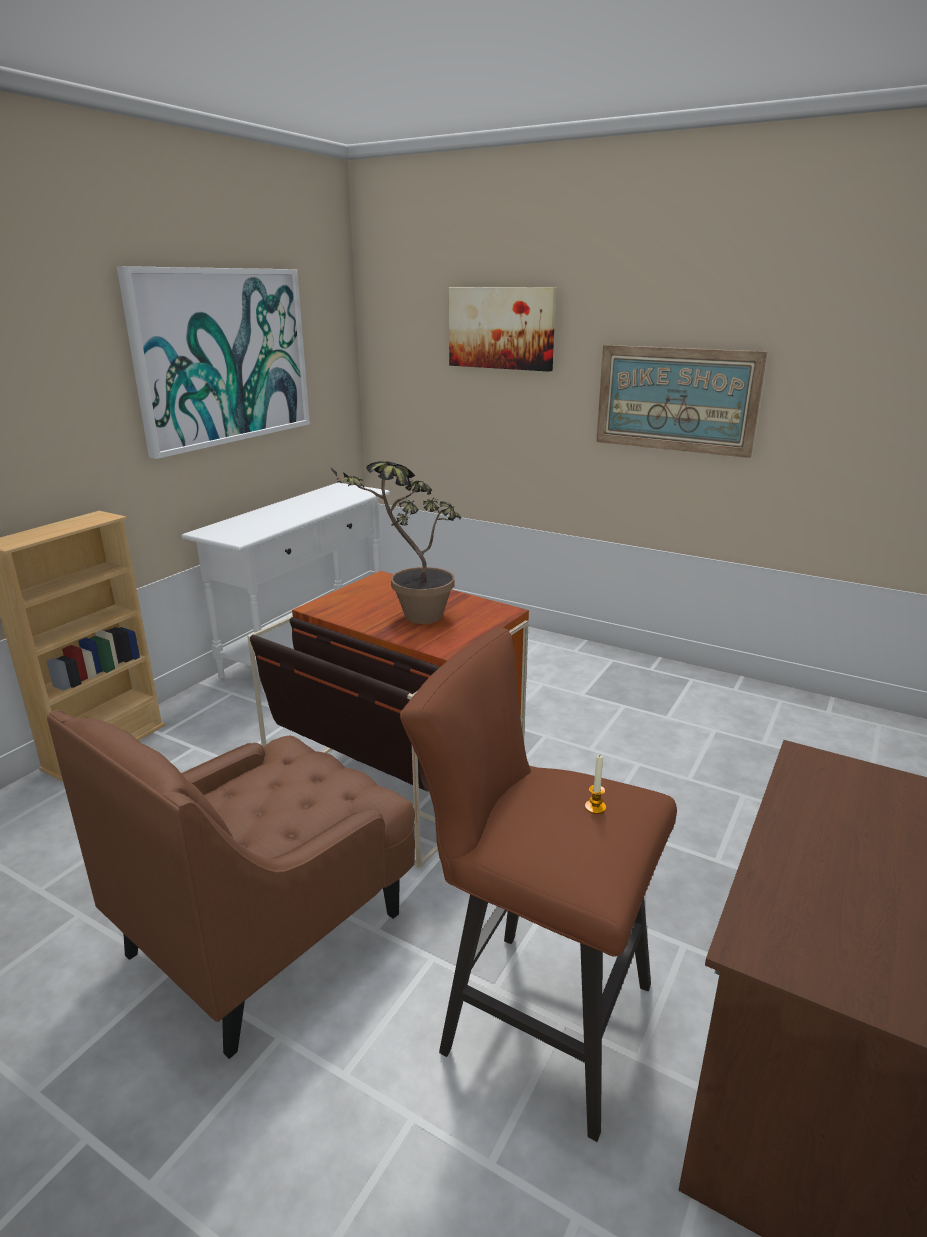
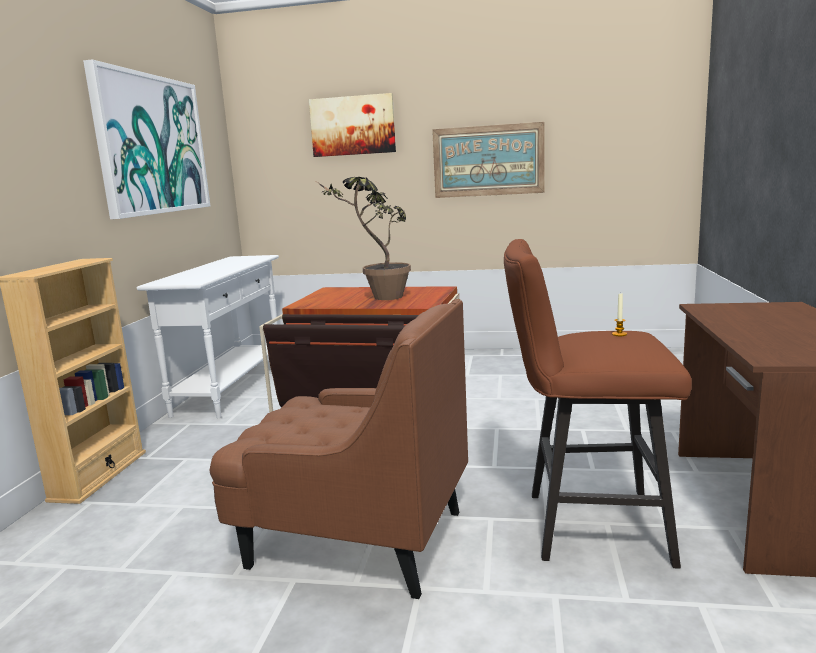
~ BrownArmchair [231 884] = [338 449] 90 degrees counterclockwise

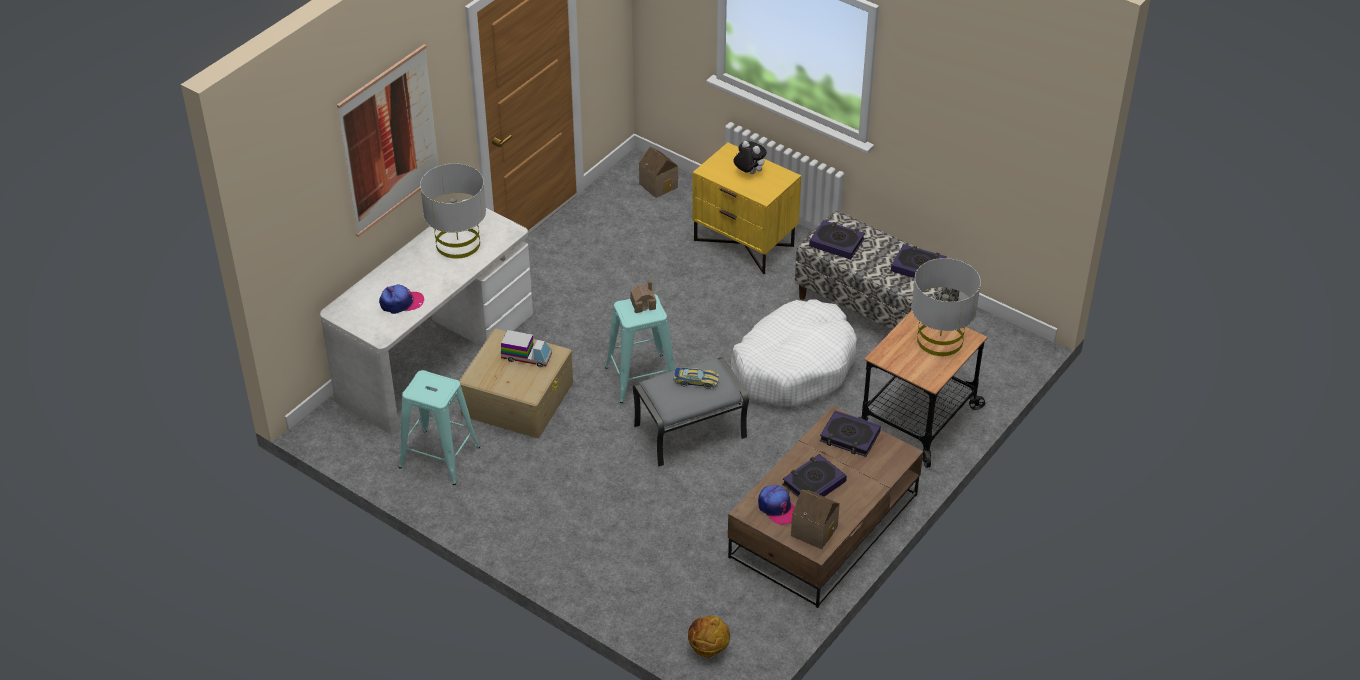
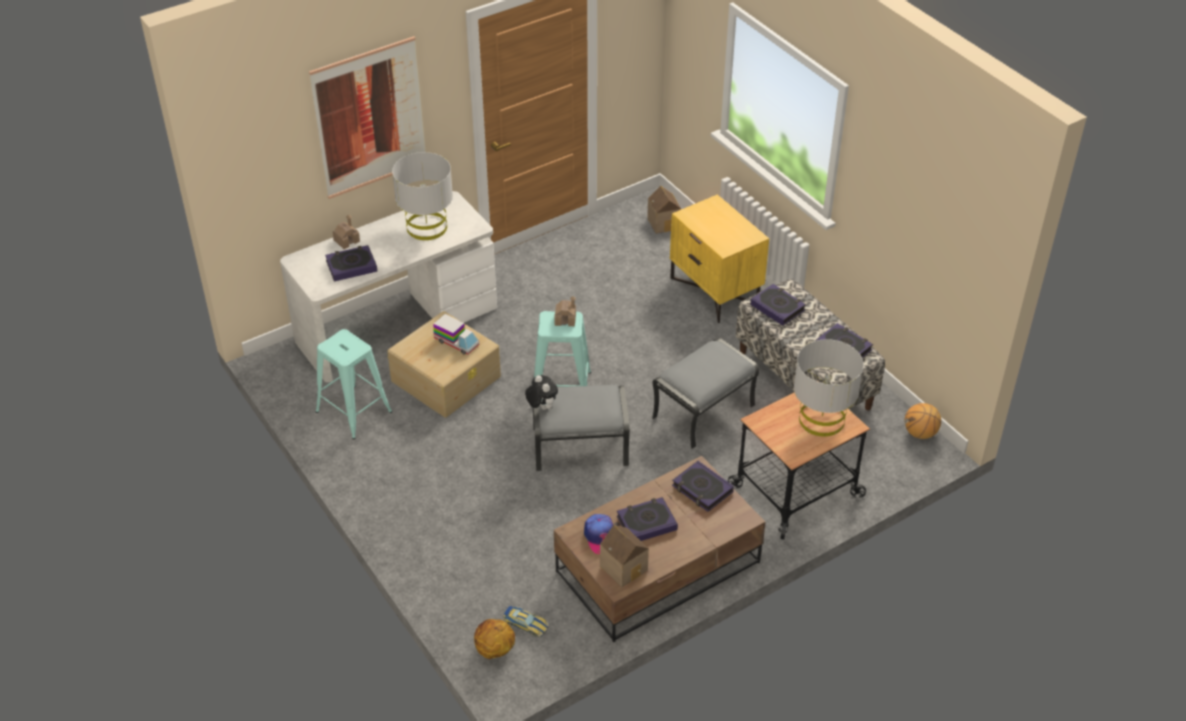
~ Cap [401 299] to Book [351 263]
~ ToyCar [696 378] to [526 621]
~ WhiteDogBed [794 353] to GreyOttoman [706 393]
~ PlushToy [750 157] to [541 392]
+ ToyHouse [346 231]
+ Basketball [923 421]

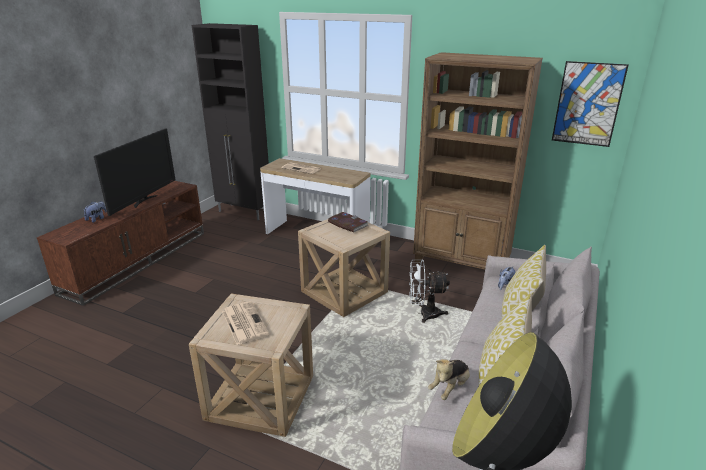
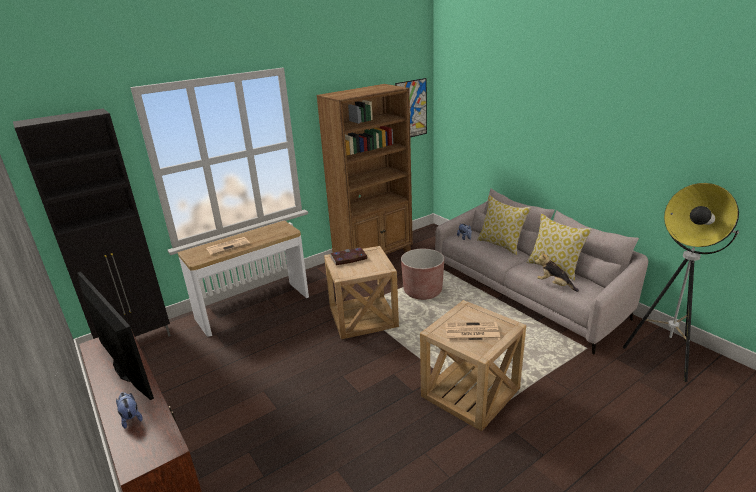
~ WhiteFan [429 291] to BrownPlanter [422 274]
~ PlushToy [449 379] = [557 271] 150 degrees clockwise

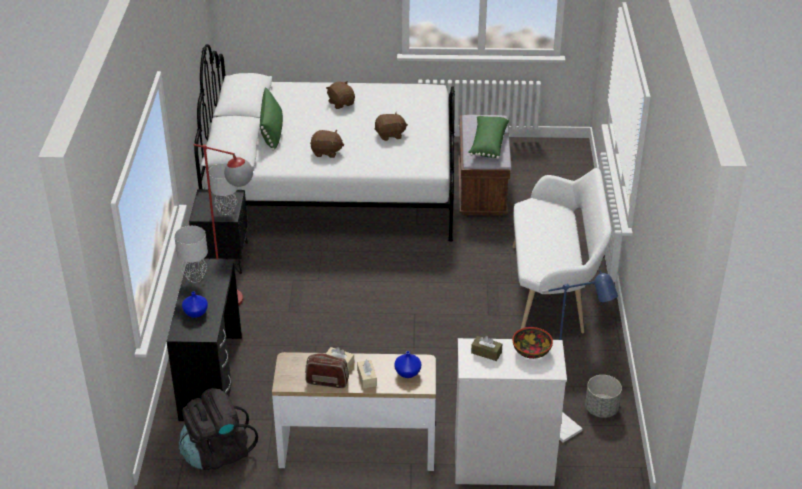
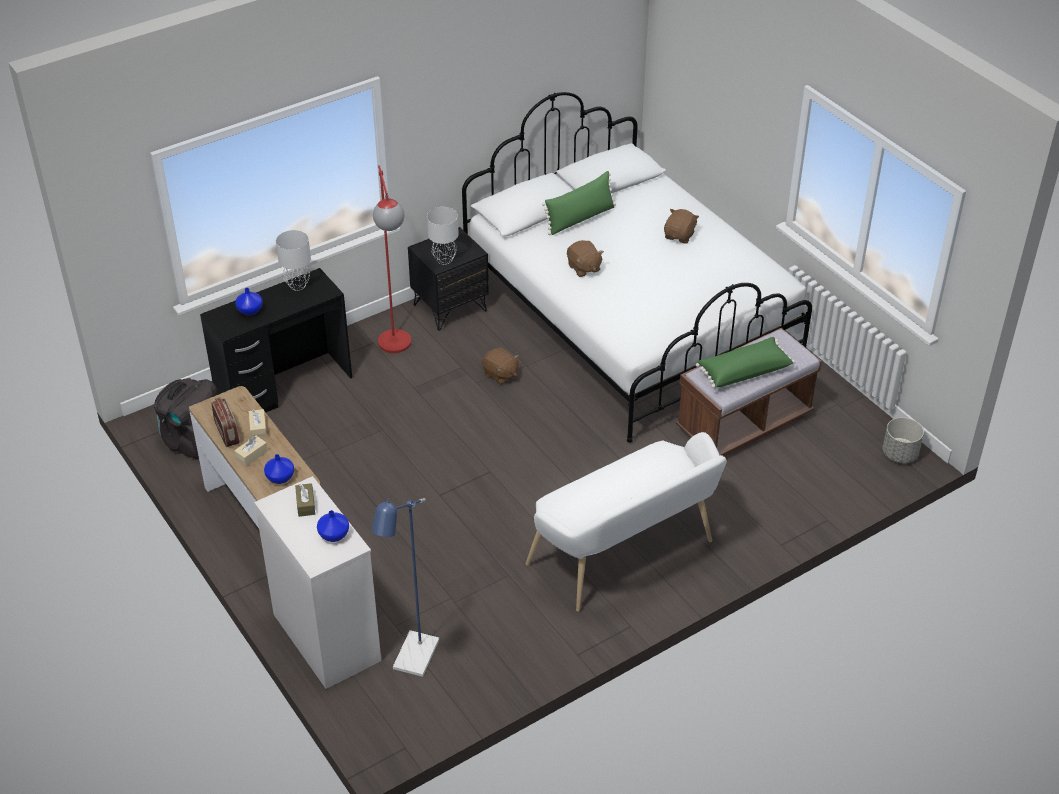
~ BrownPlushToy [391 126] to [500 366]
~ Bowl [532 343] to BlueVase [333 526]
~ GreyPlanter [603 396] to [903 440]

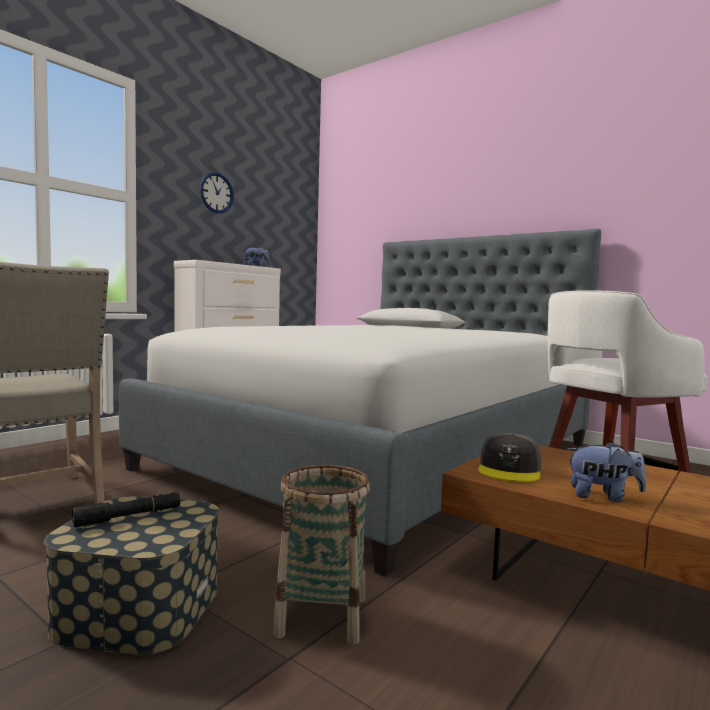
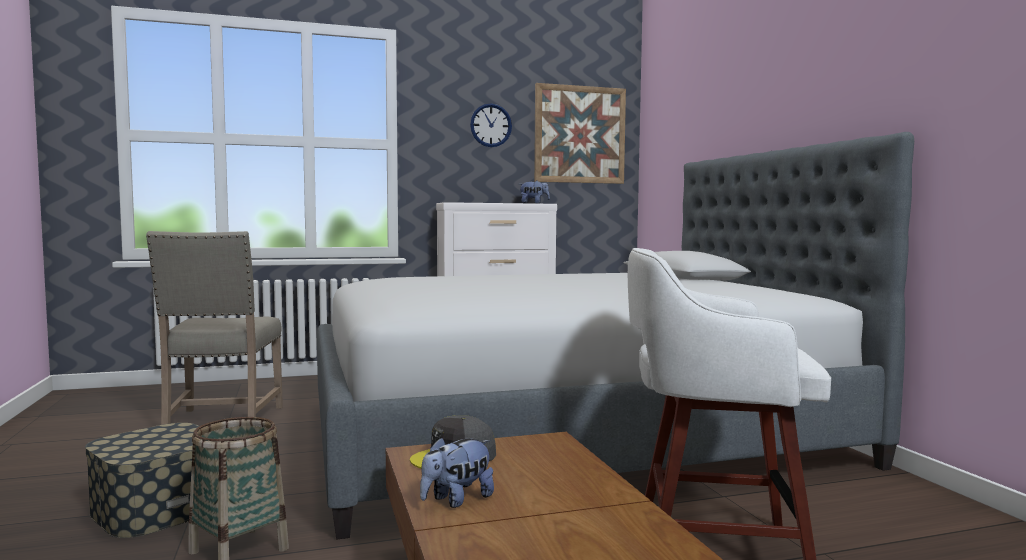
- BlackFlashlight [126 510]
~ PlushToy [606 471] = [457 472] 90 degrees clockwise
+ Picture [580 133]

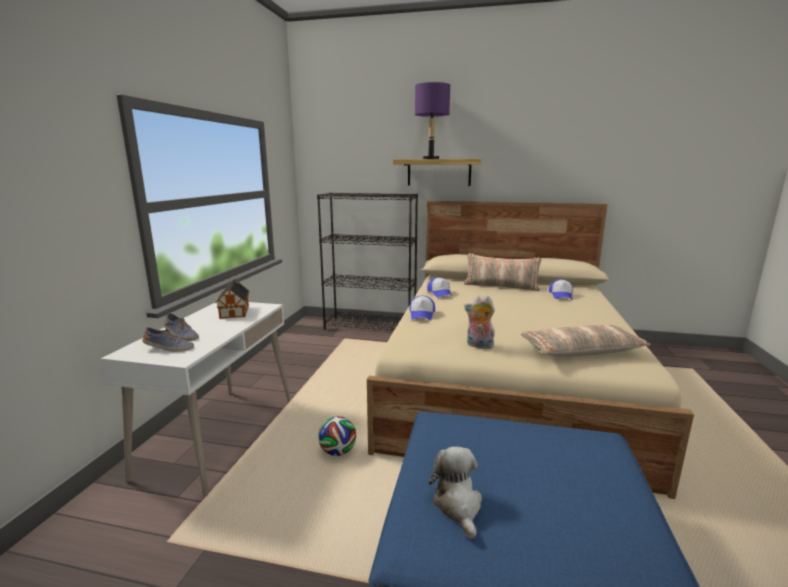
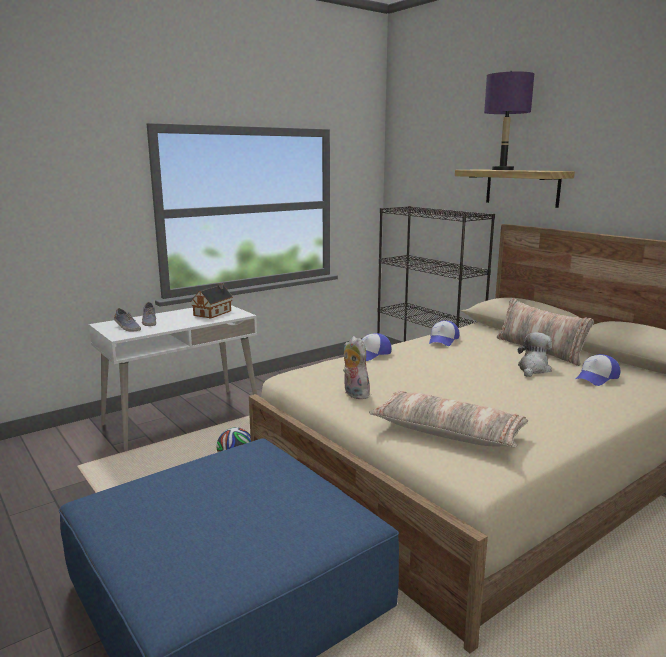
~ PlushToy [455 492] to [535 354]

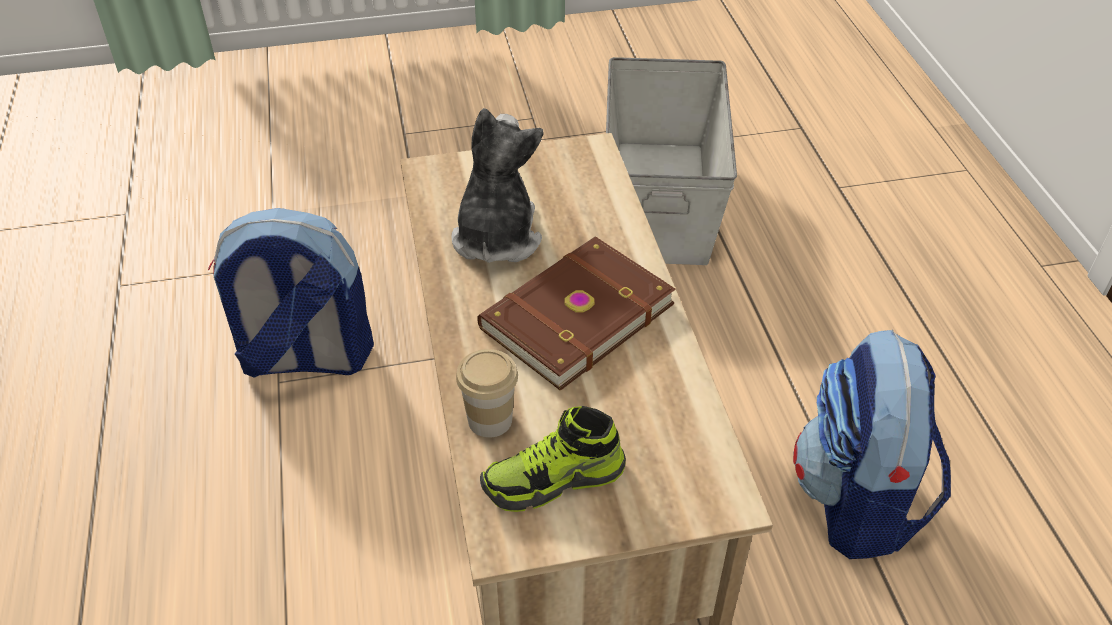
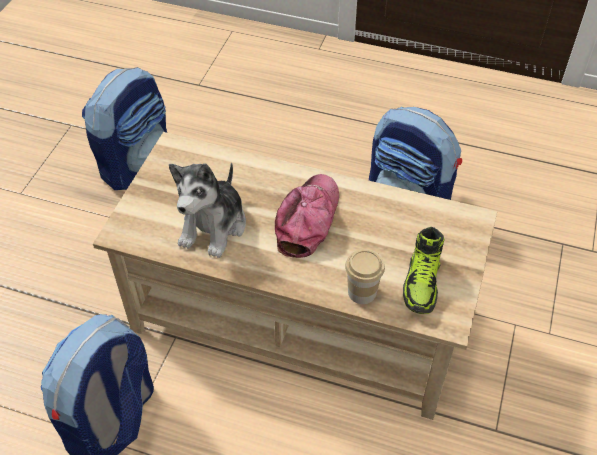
~ PlushToy [497 185] = [207 210] 105 degrees counterclockwise
~ BrownBook [576 314] to Cap [307 216]
~ GreyStorageBox [671 161] to Backpack [124 128]

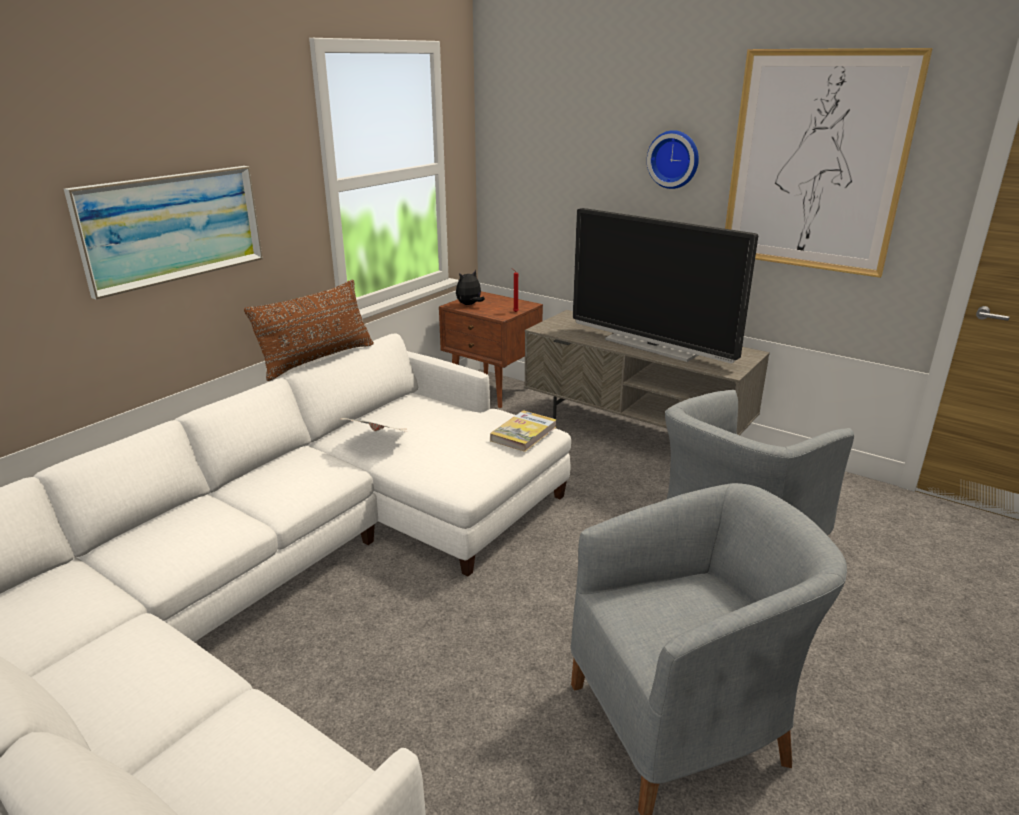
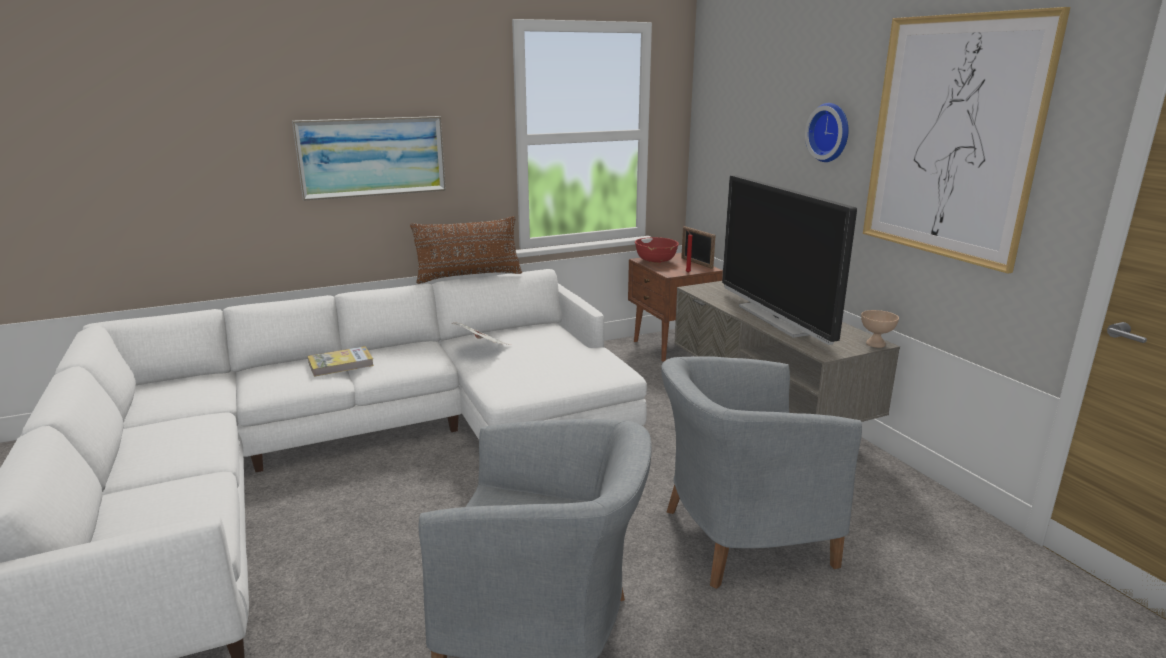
~ PlushToy [470 287] to RedBowl [657 250]
~ Book [523 431] to [341 361]
+ PictureFrame [698 247]
+ BeigeBowl [880 329]

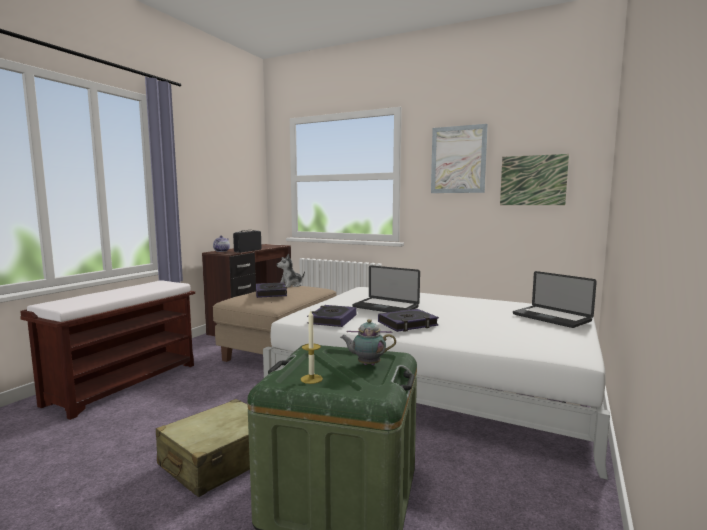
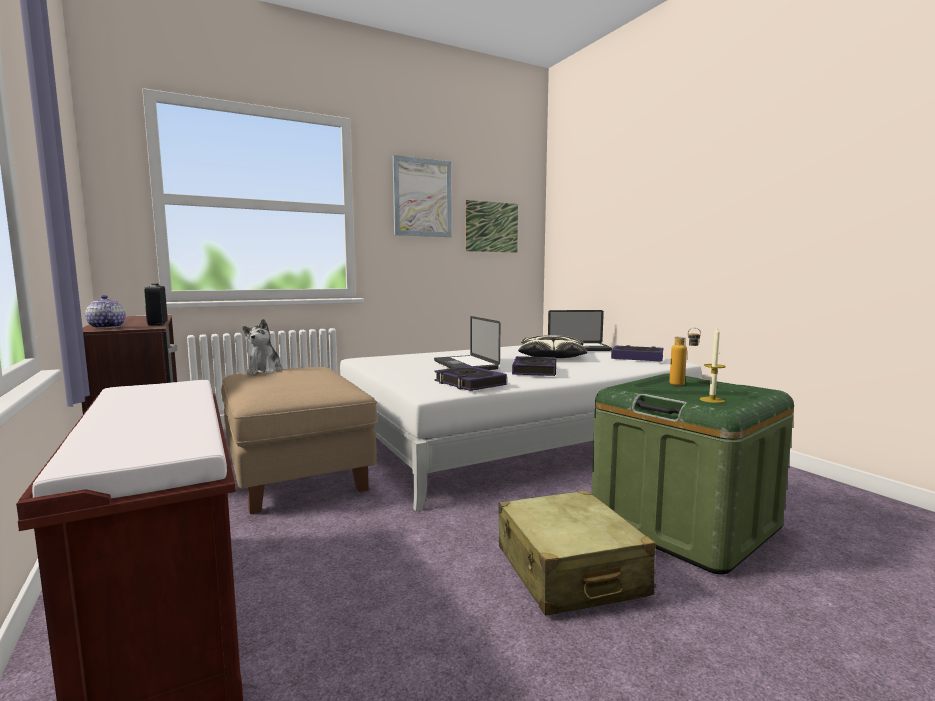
~ Book [271 290] to [637 353]
~ Teapot [368 342] to Bottle [685 357]
~ Laptop [386 288] = [467 343] 90 degrees clockwise
+ Pillow [553 346]

